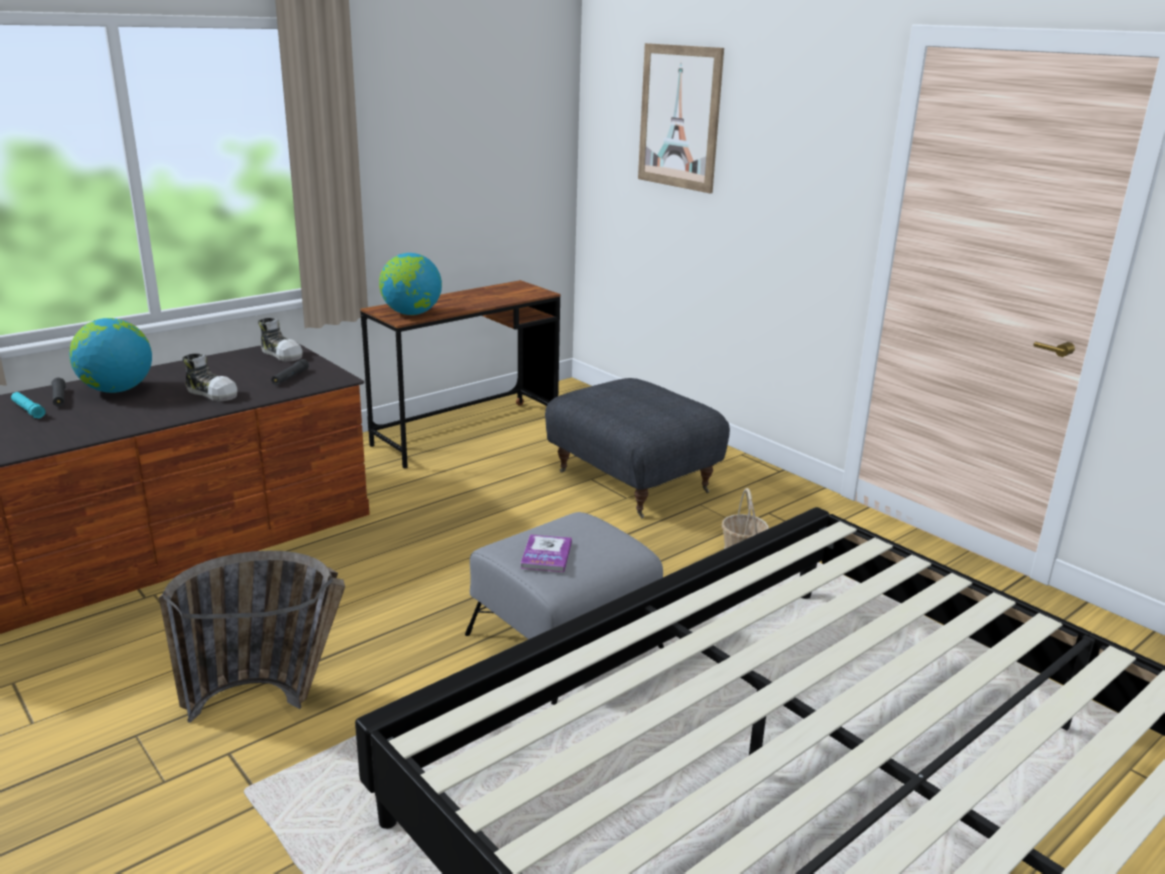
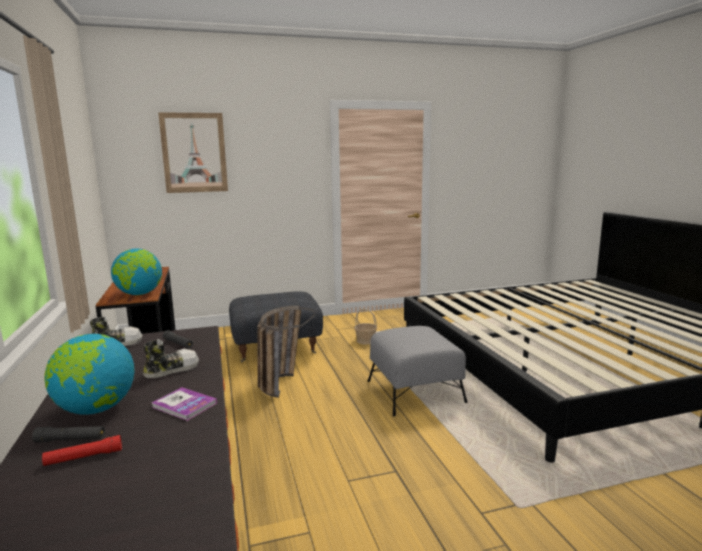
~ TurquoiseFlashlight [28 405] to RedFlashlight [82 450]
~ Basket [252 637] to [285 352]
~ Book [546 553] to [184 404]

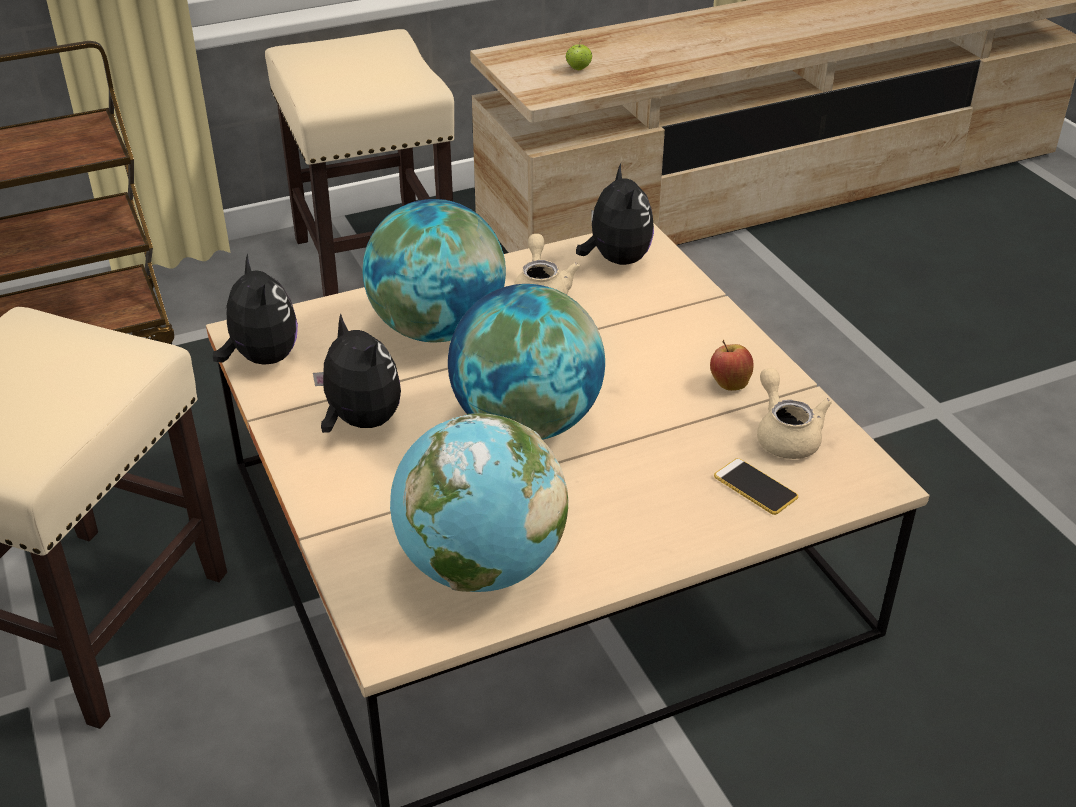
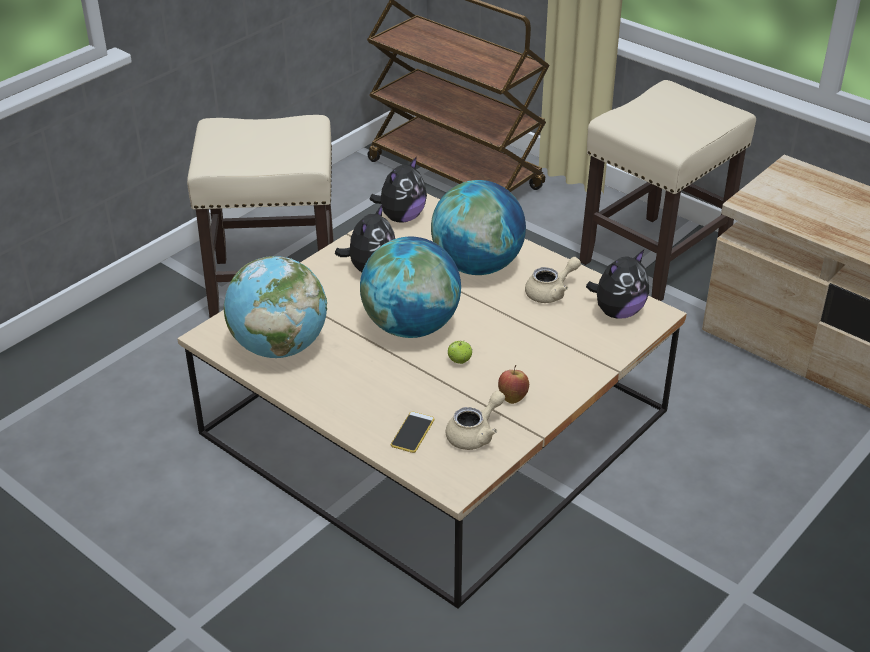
~ Apple [579 55] to [460 352]

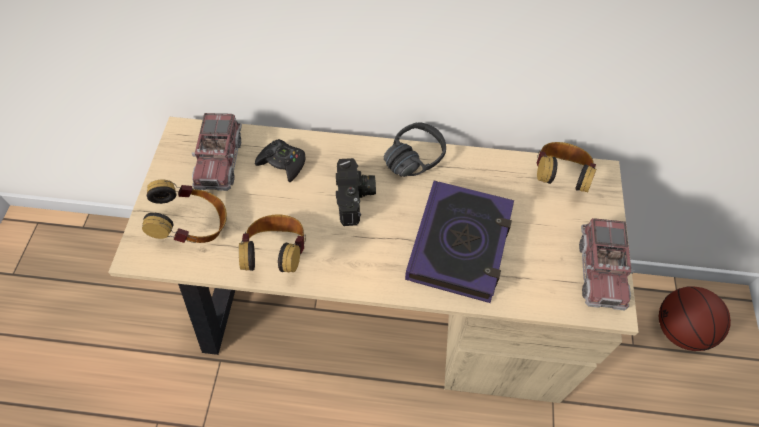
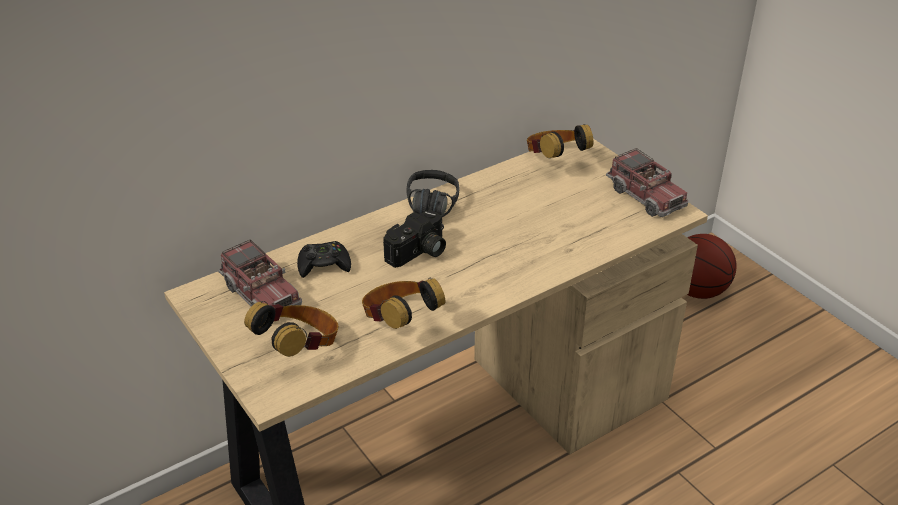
~ PhotoCamera [356 192] = [414 239] 90 degrees clockwise
- Book [459 242]

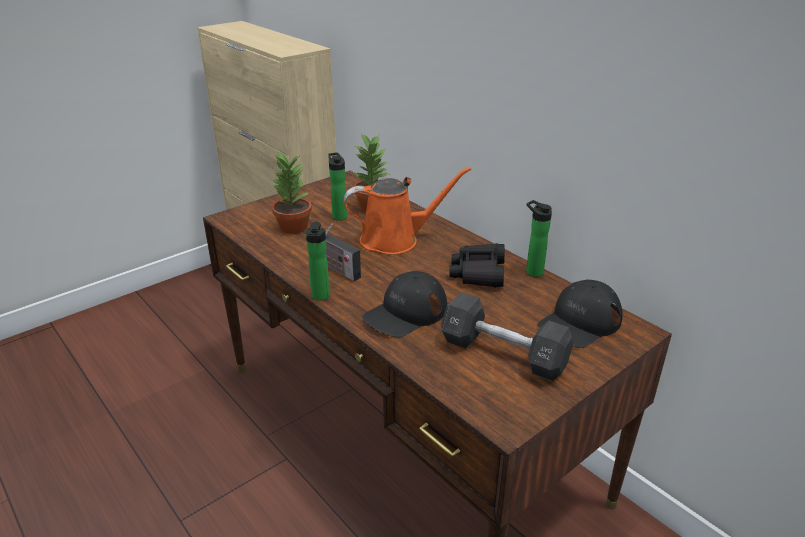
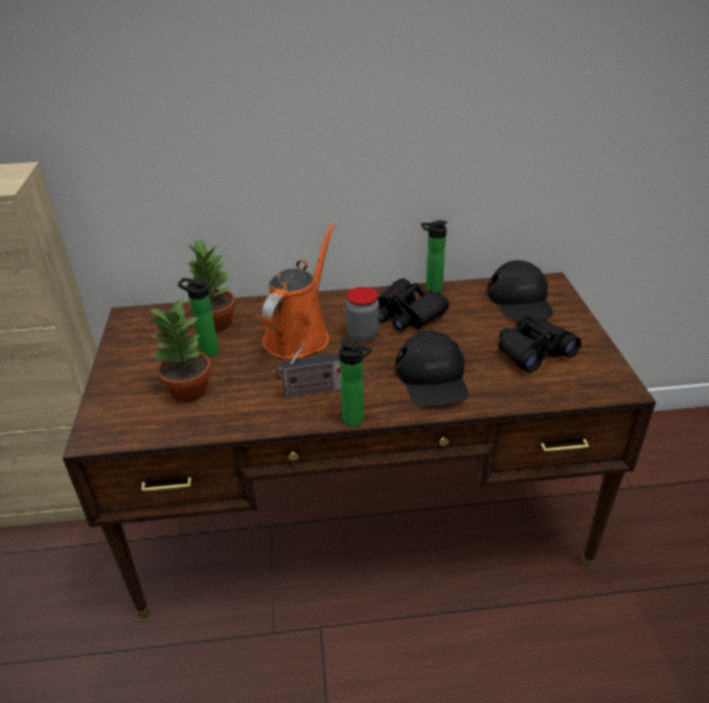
~ BlackDumbbell [507 336] to BlackBinoculars [539 344]
+ Jar [363 314]

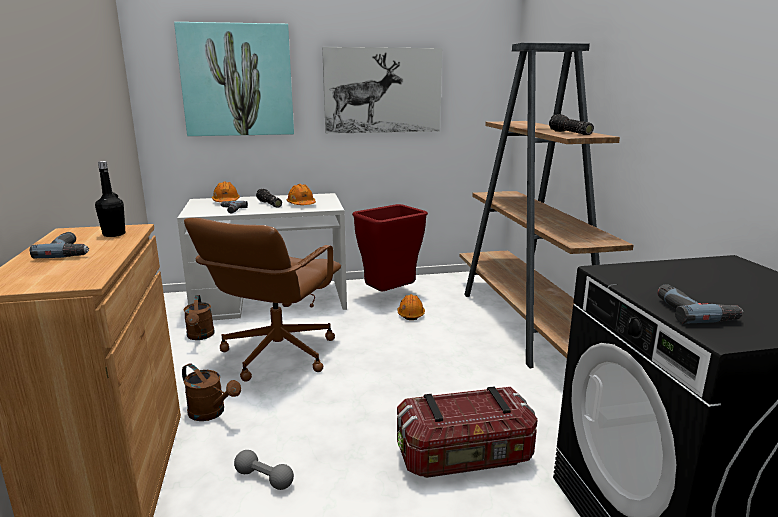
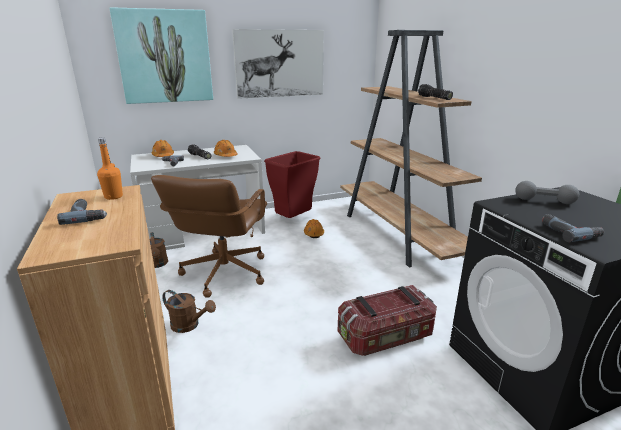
~ BlackBottle [110 199] to OrangeBottle [110 168]
~ GreyDumbbell [264 470] to [547 192]

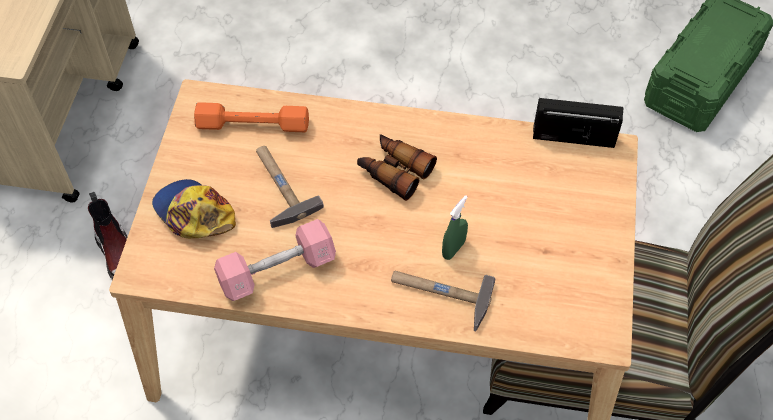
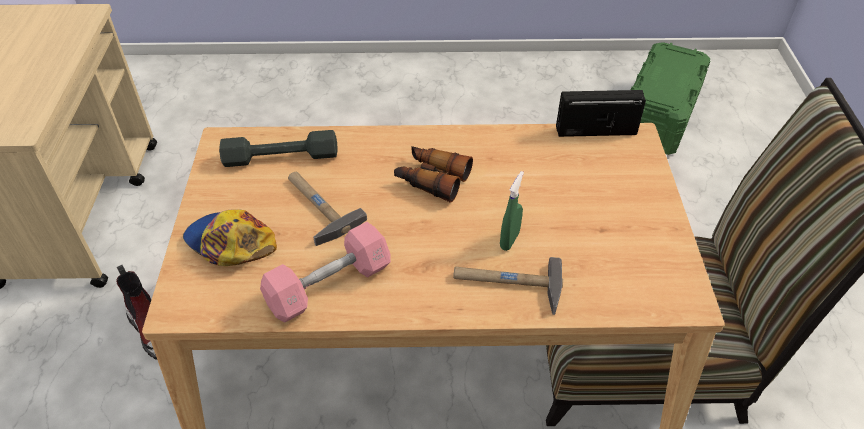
~ OrangeDumbbell [251 117] to GreyDumbbell [278 148]

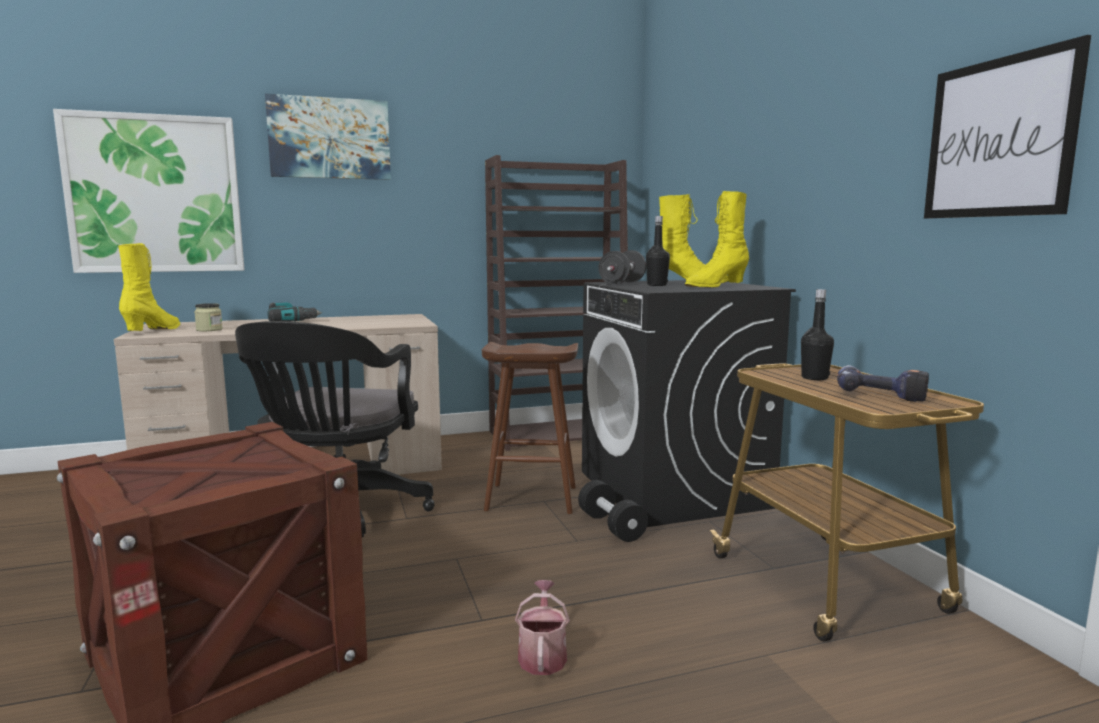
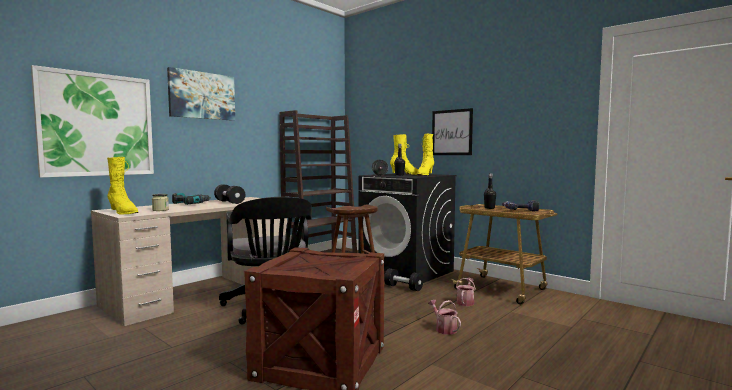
~ YellowBoot [149 287] = [122 186] 150 degrees clockwise
~ Picture [1007 127] to [452 131]
+ BlackDumbbell [229 194]
+ WateringCan [466 292]

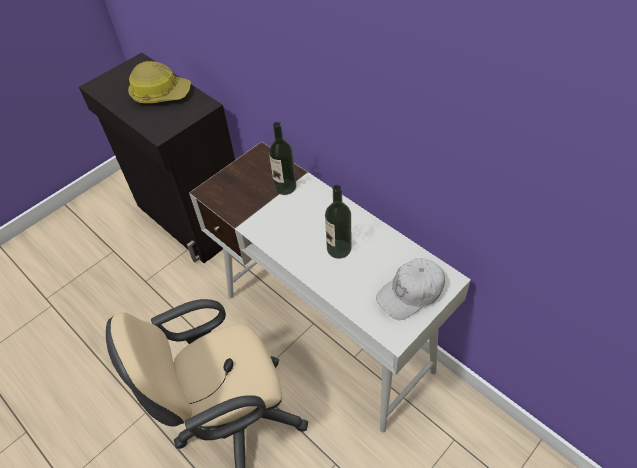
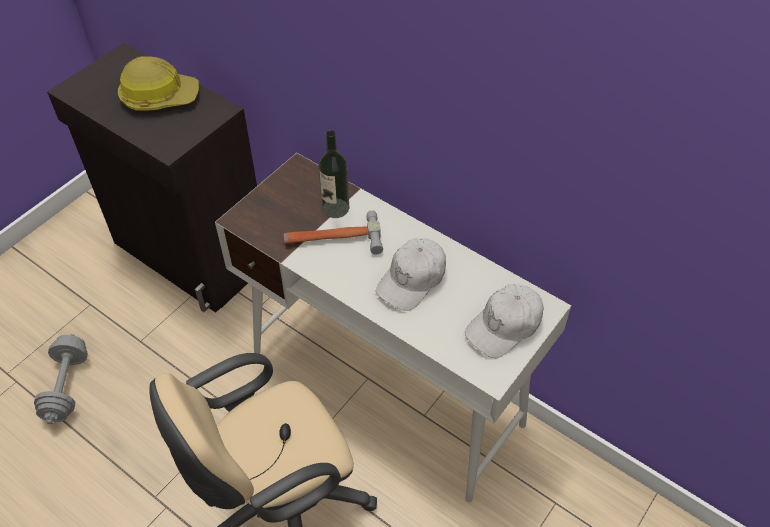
~ Bottle [338 222] to WhiteCap [411 274]
+ GreyDumbbell [61 379]
+ Hammer [333 232]

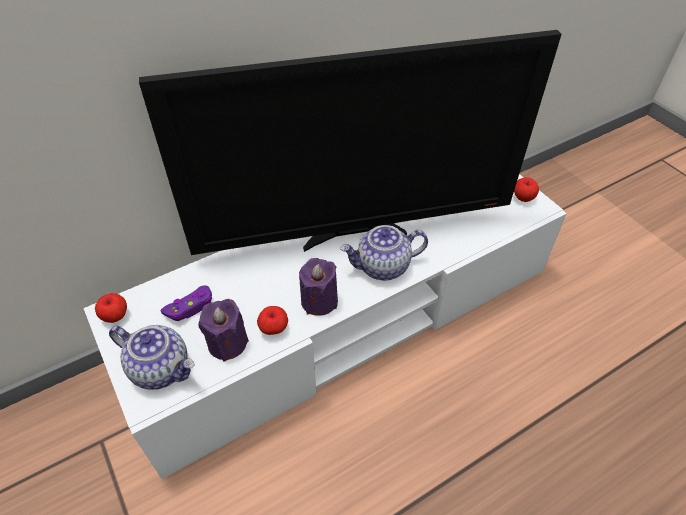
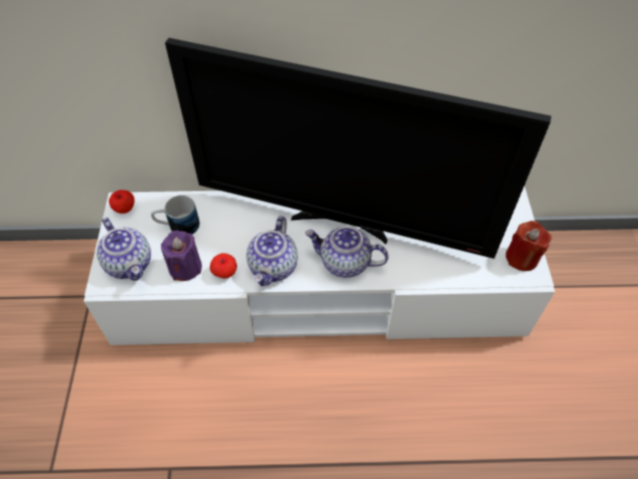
~ PurpleGameController [186 303] to Mug [175 214]
~ PurpleCandle [318 287] to Teapot [272 251]
~ Apple [526 189] to RedCandle [529 246]

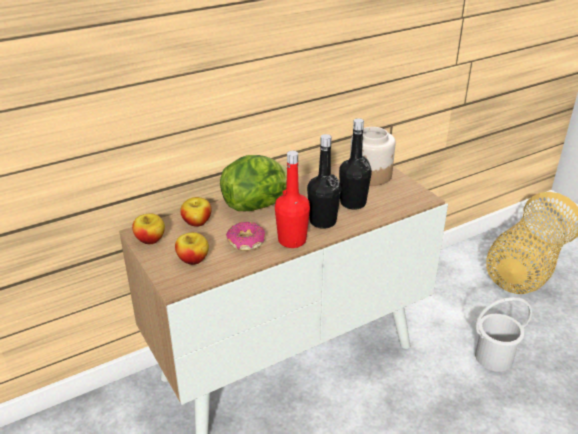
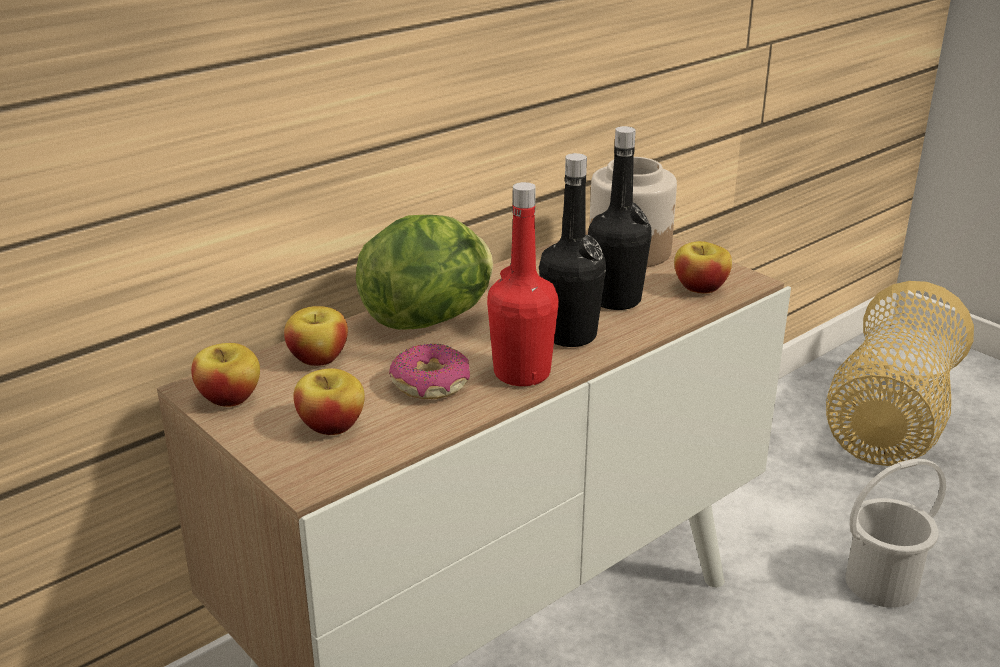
+ Apple [703 267]

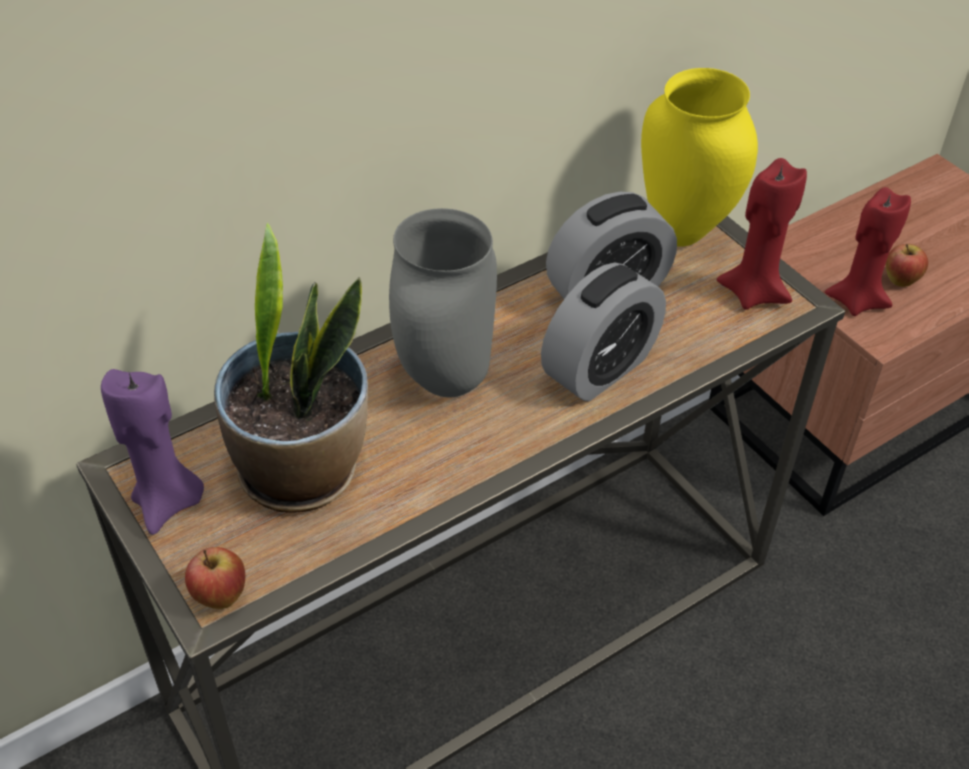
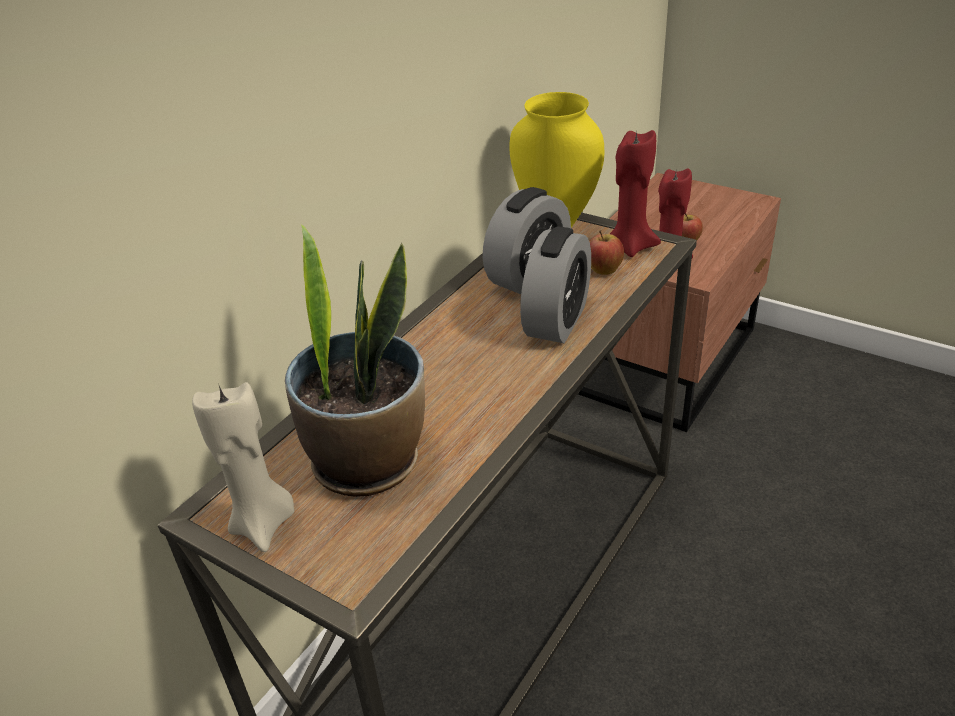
~ PurpleCandle [152 452] to BeigeCandle [243 467]
~ Apple [215 578] to [606 252]
- GreyVase [443 303]

